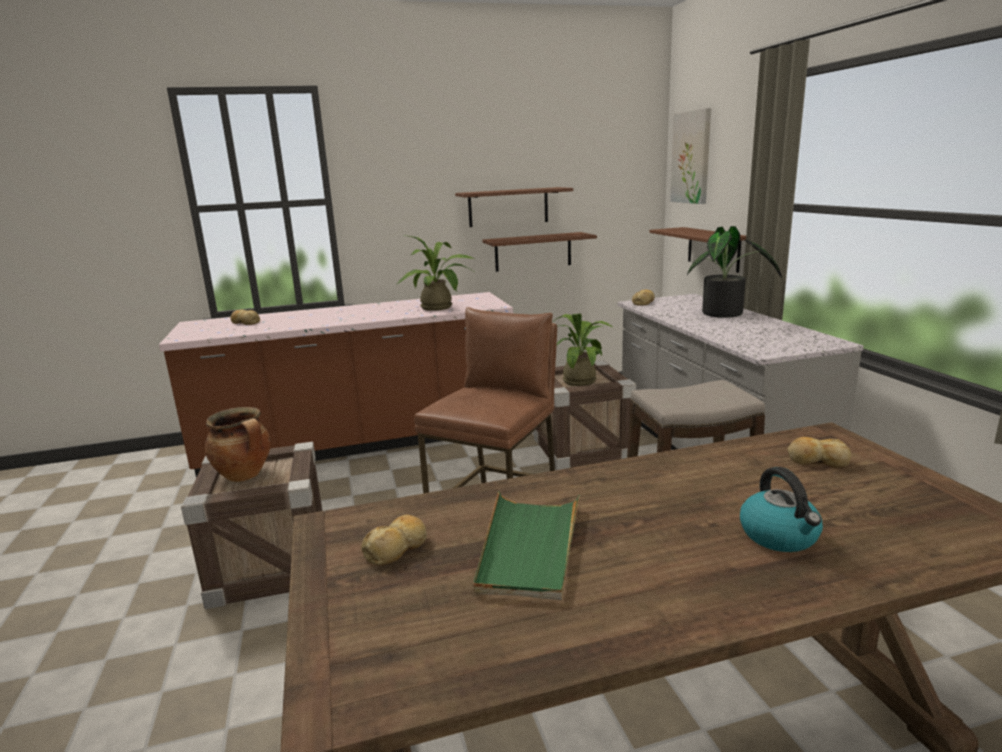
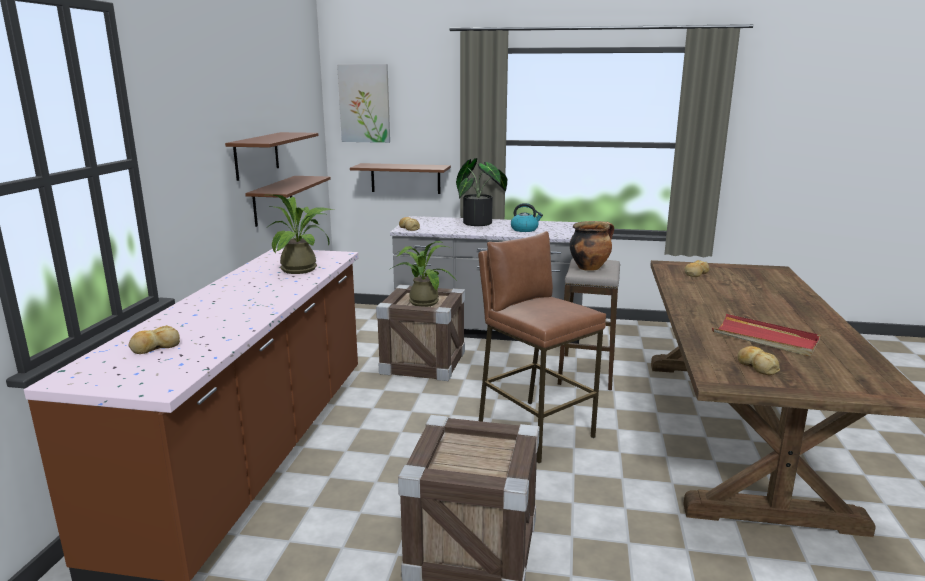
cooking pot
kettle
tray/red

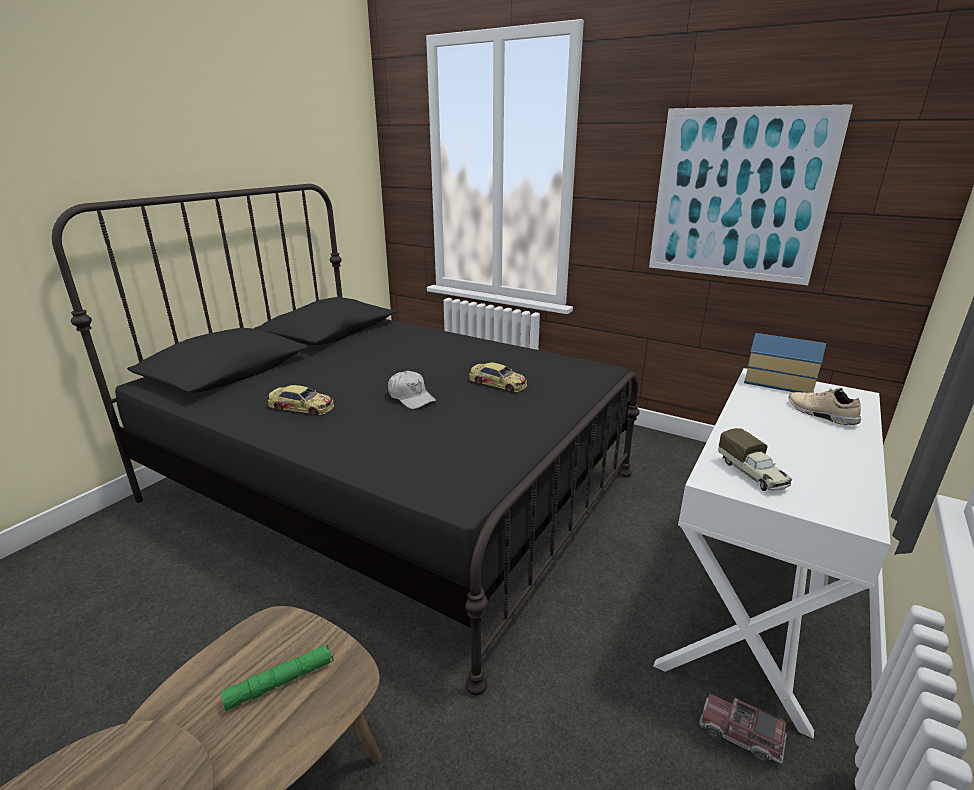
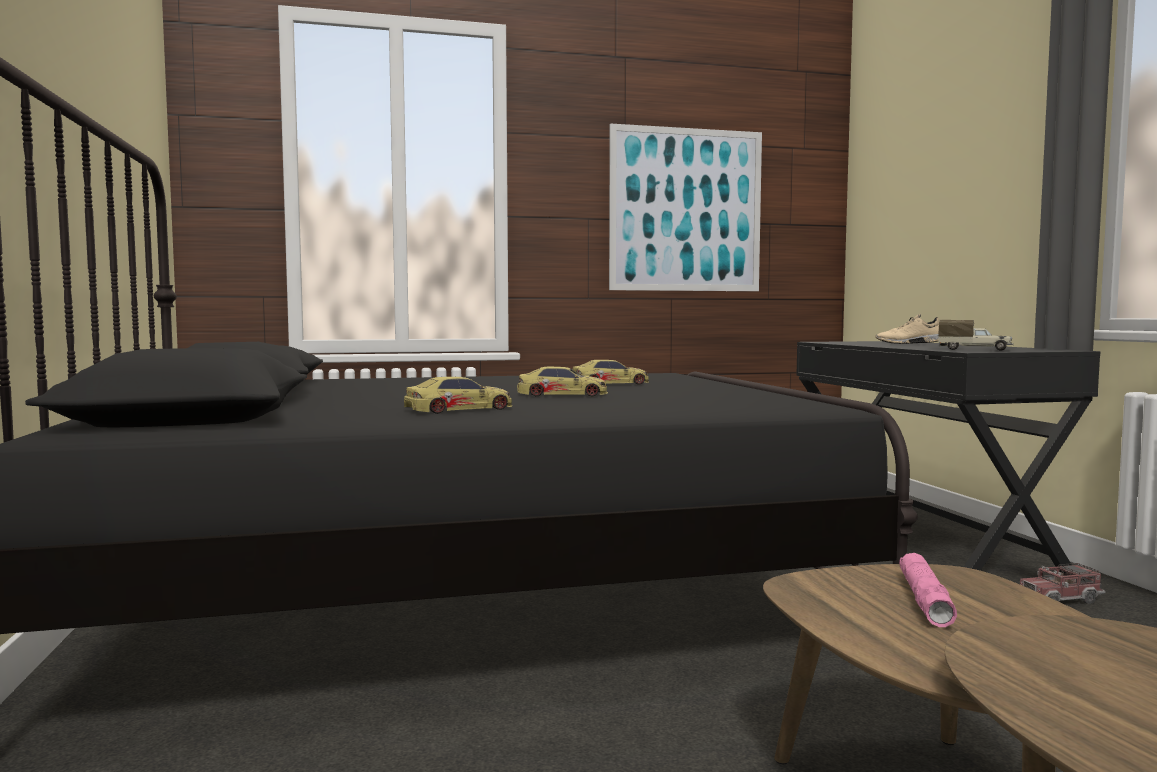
toy house
desk/black
toy car (2nd from left)
flashlight/pink

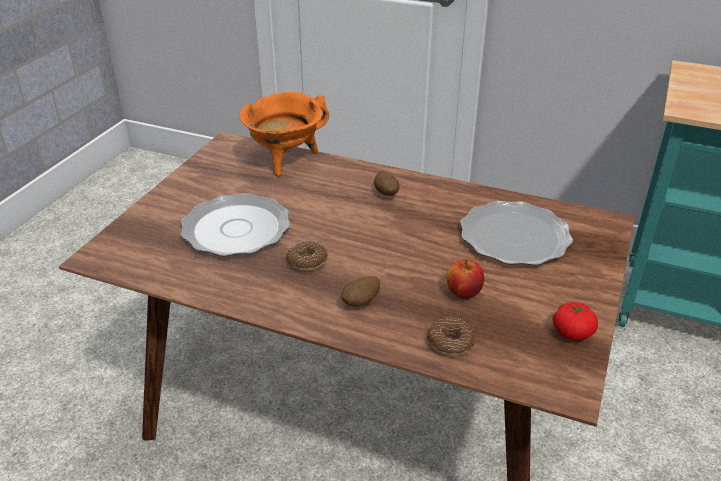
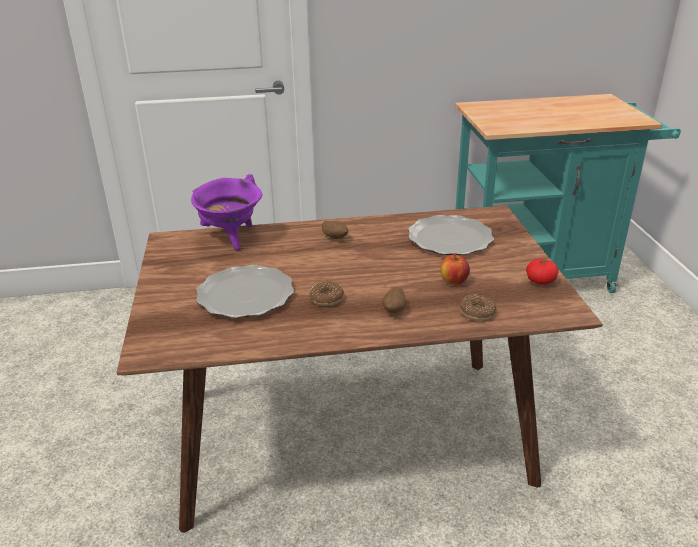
cooking pot/purple

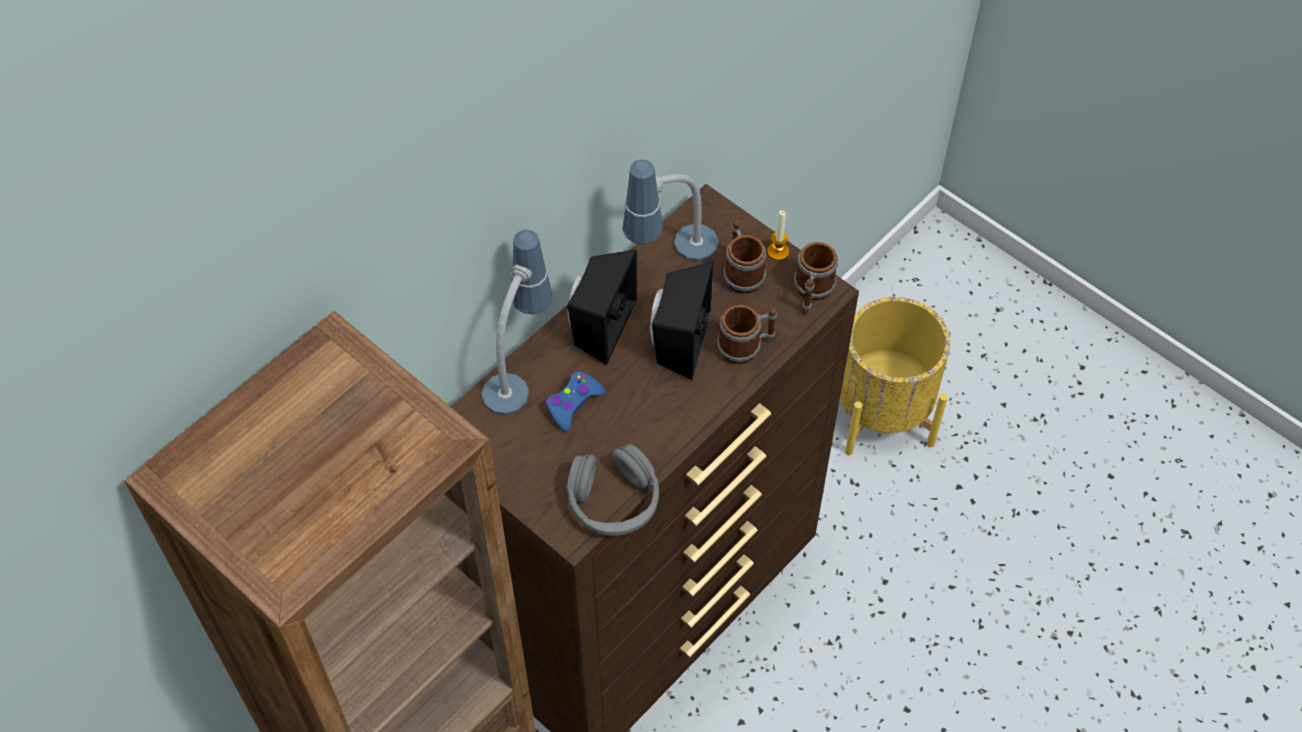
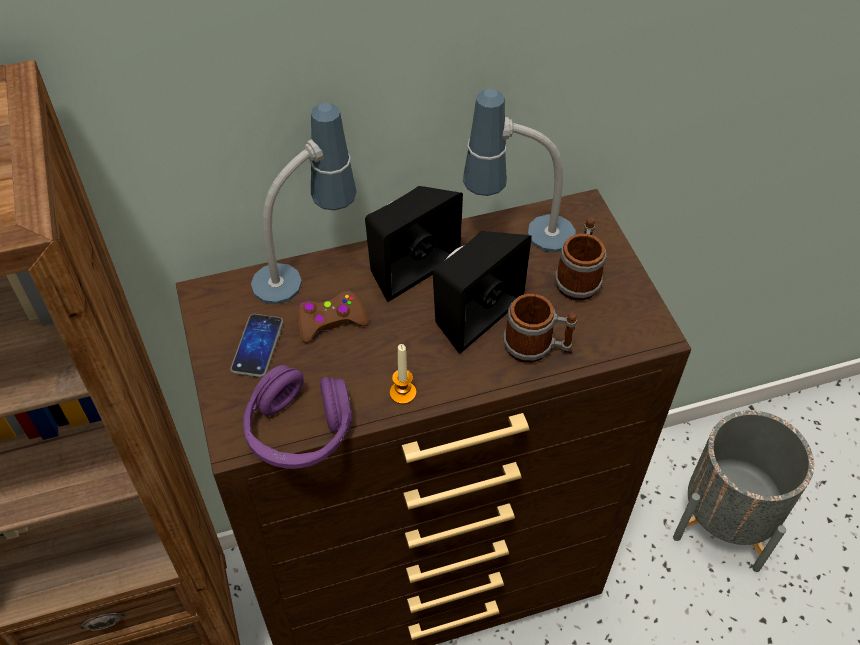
candle
mug (3rd from left in the first image)
planter/grey
game controller/brown
headphones/purple
phone

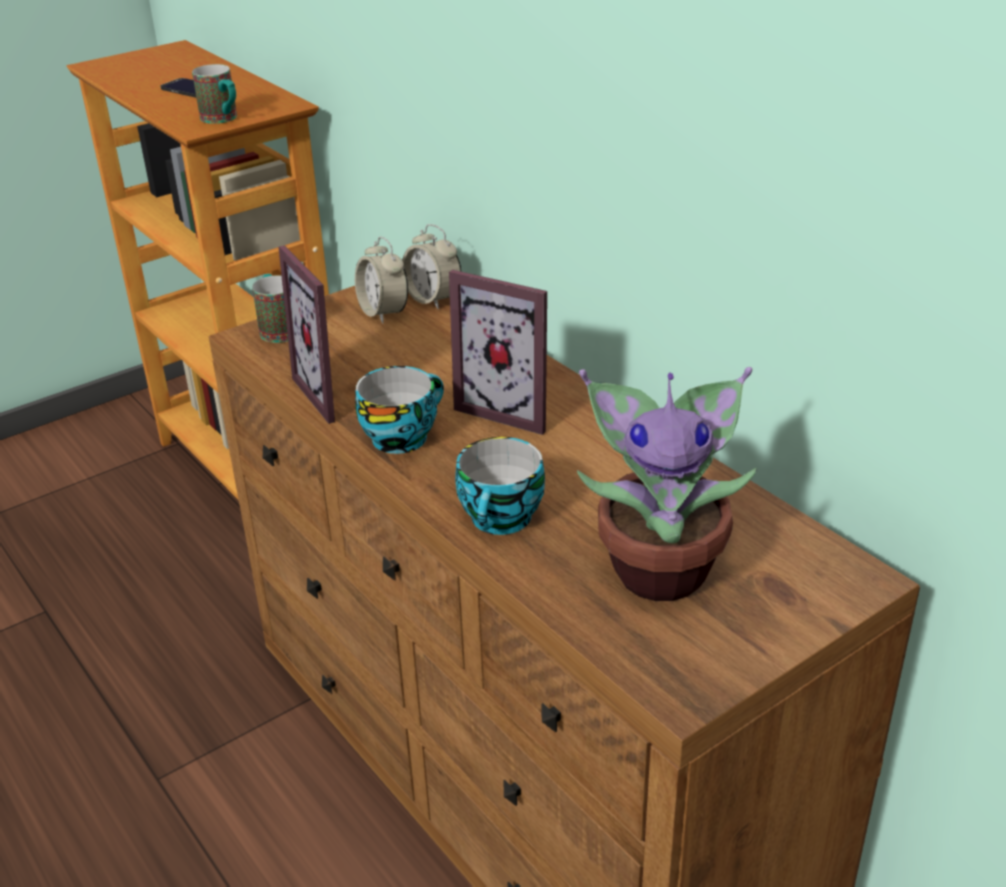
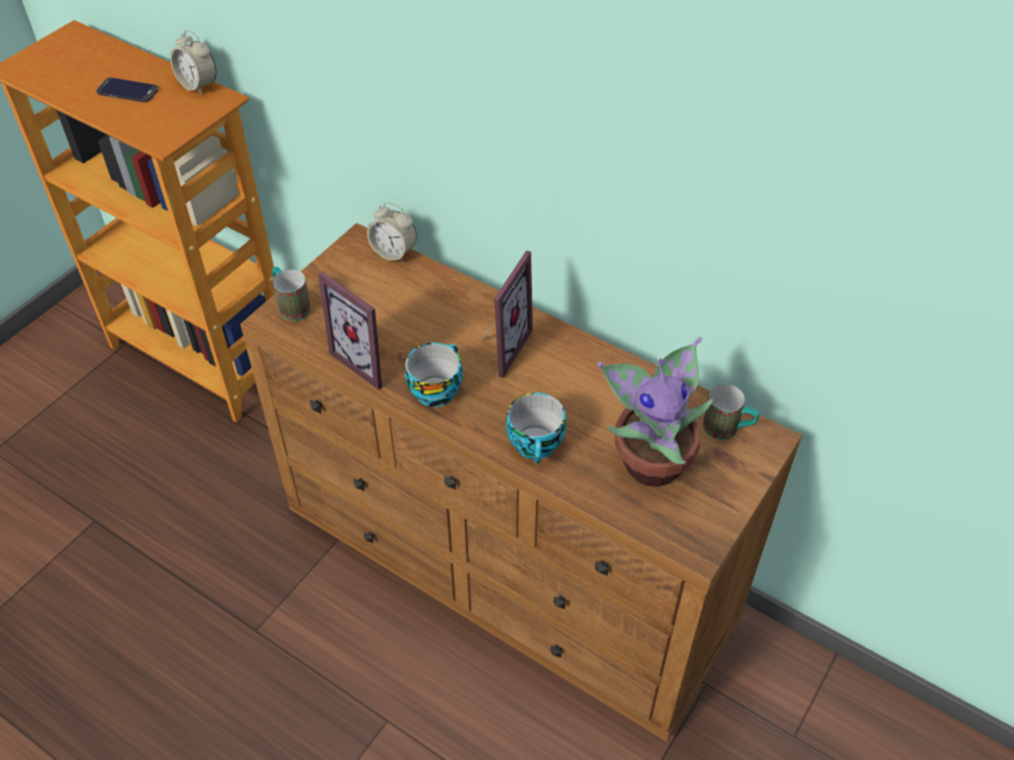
mug (2nd from left)
alarm clock (1st from left)
picture frame (2nd from left)

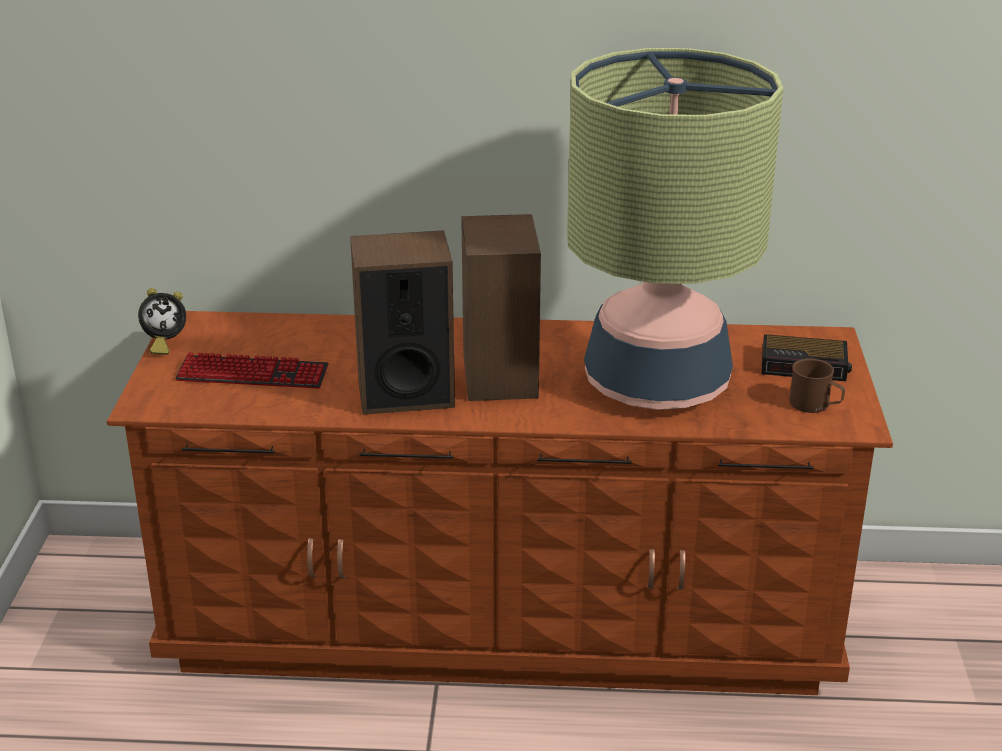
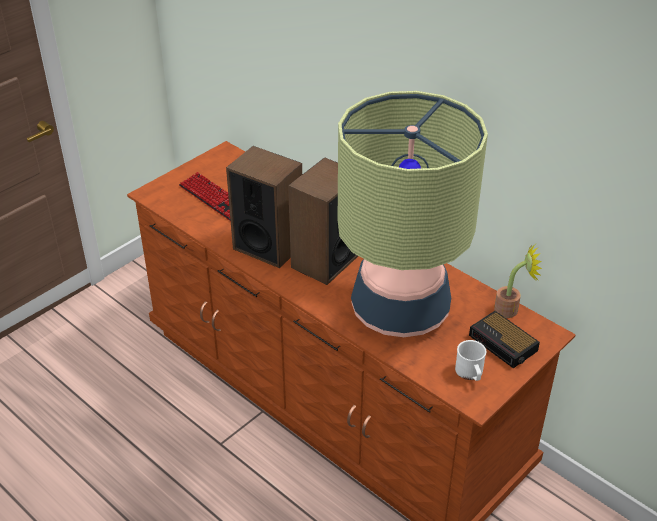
alarm clock (1st from left in the first image)
mug/white
potted plant

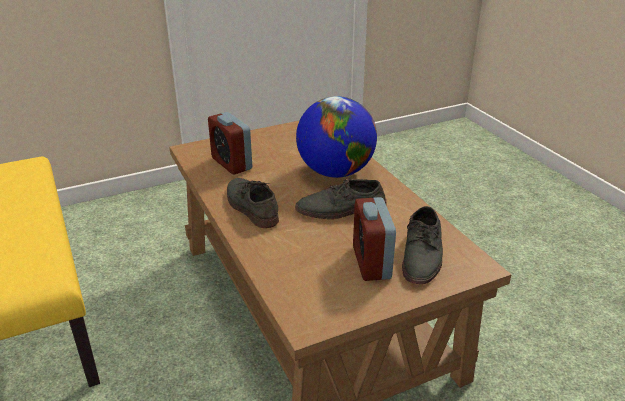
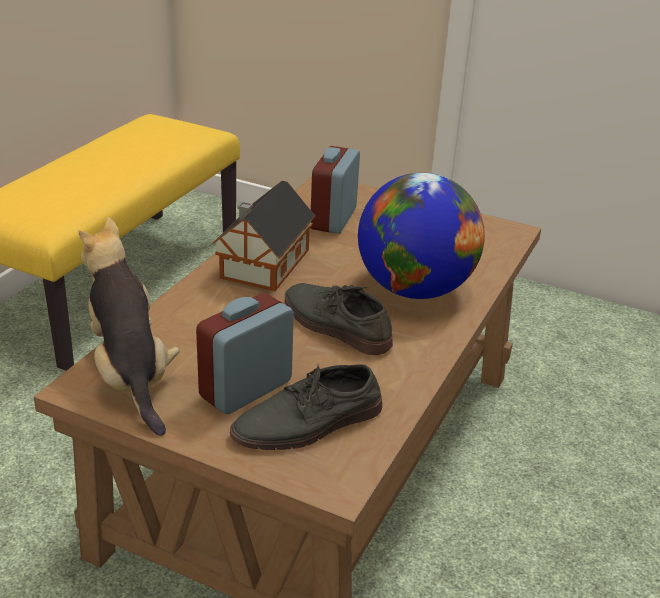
toy house
plush toy

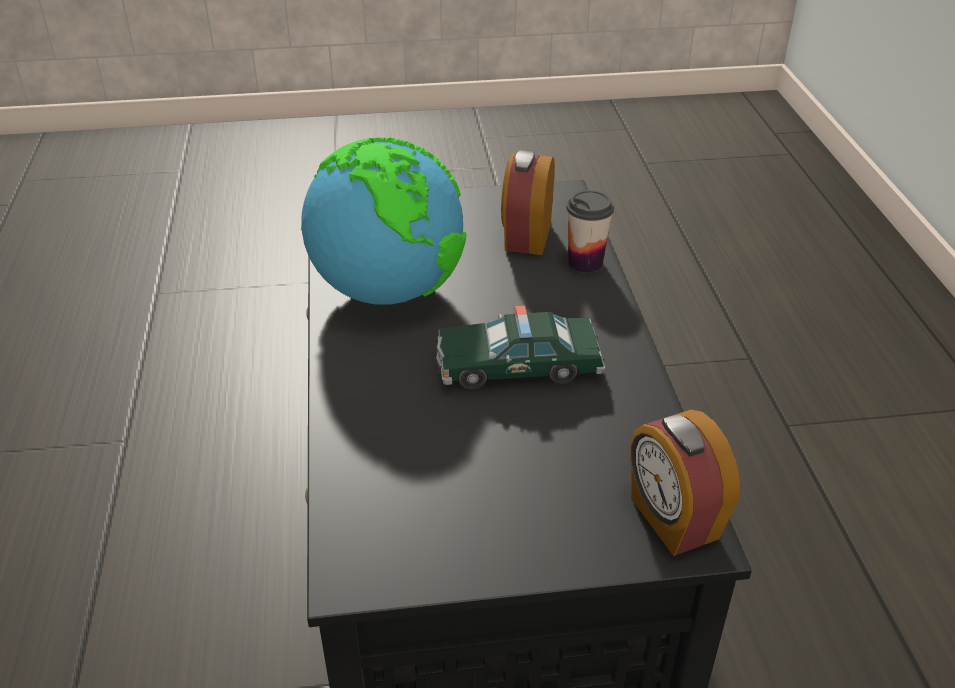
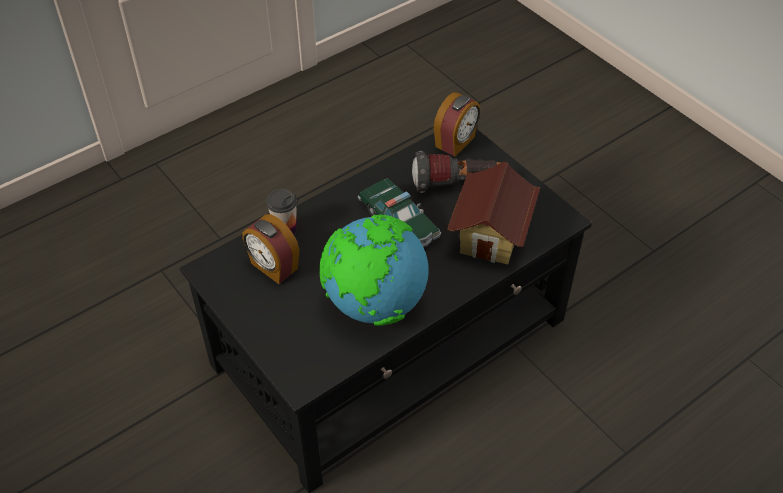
alarm clock (1st from left)
flashlight
toy house

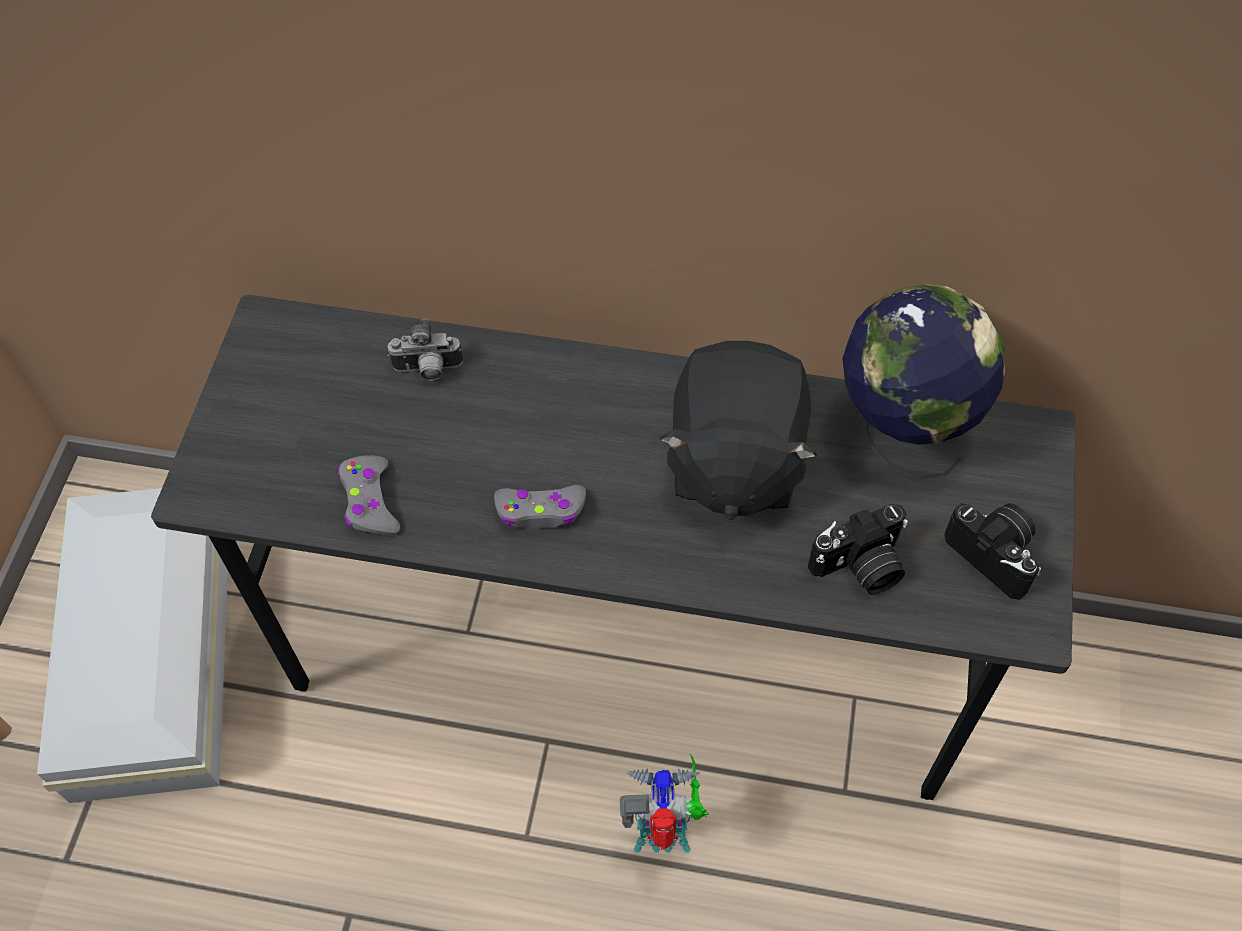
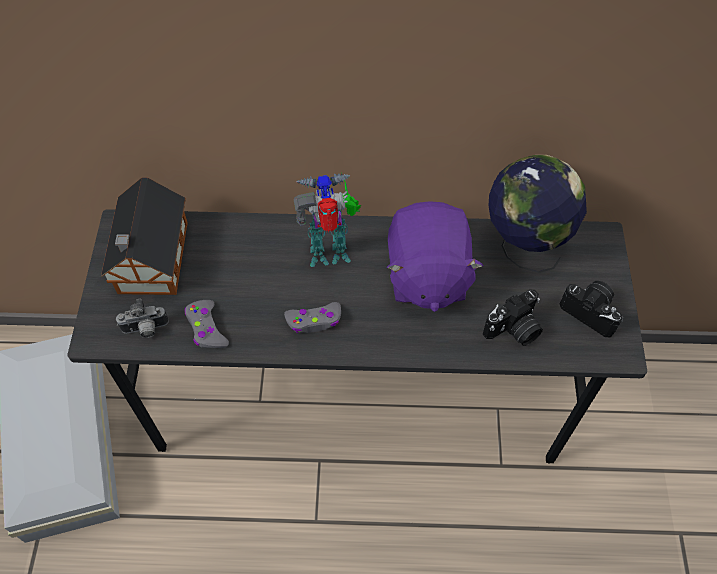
photo camera (1st from left)
plush toy/purple
toy robot
toy house

